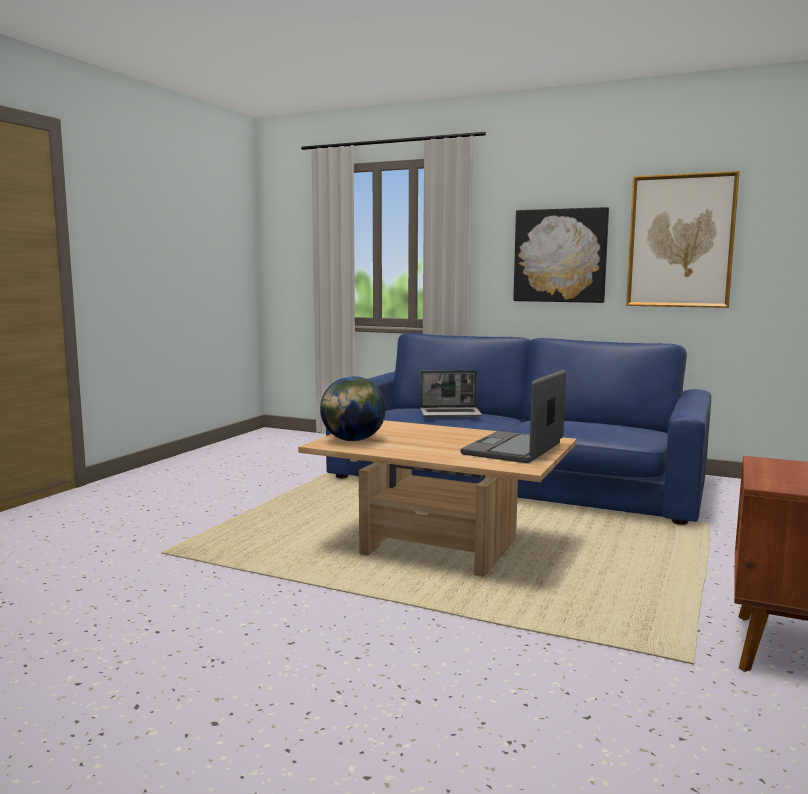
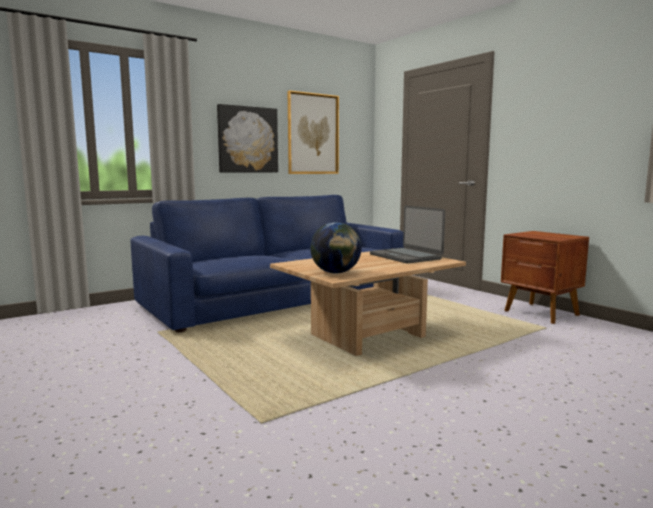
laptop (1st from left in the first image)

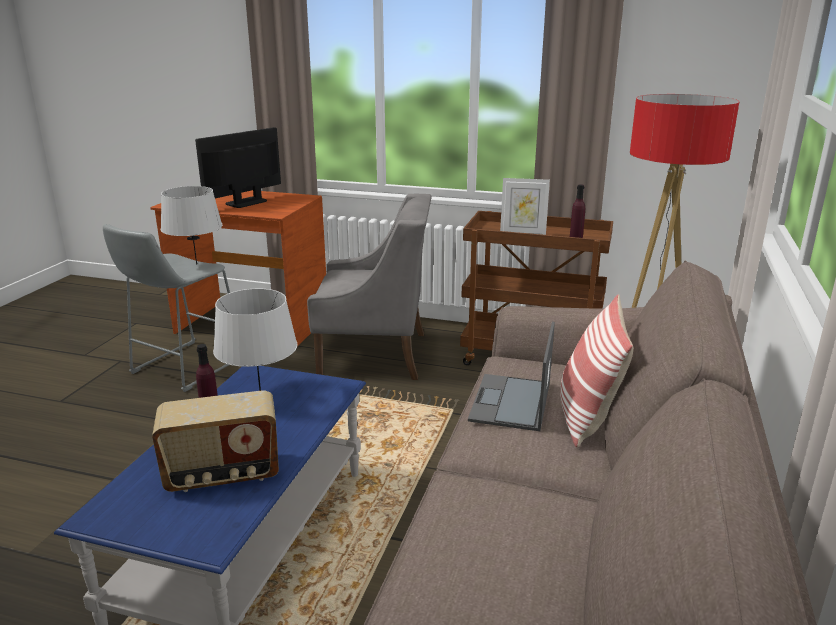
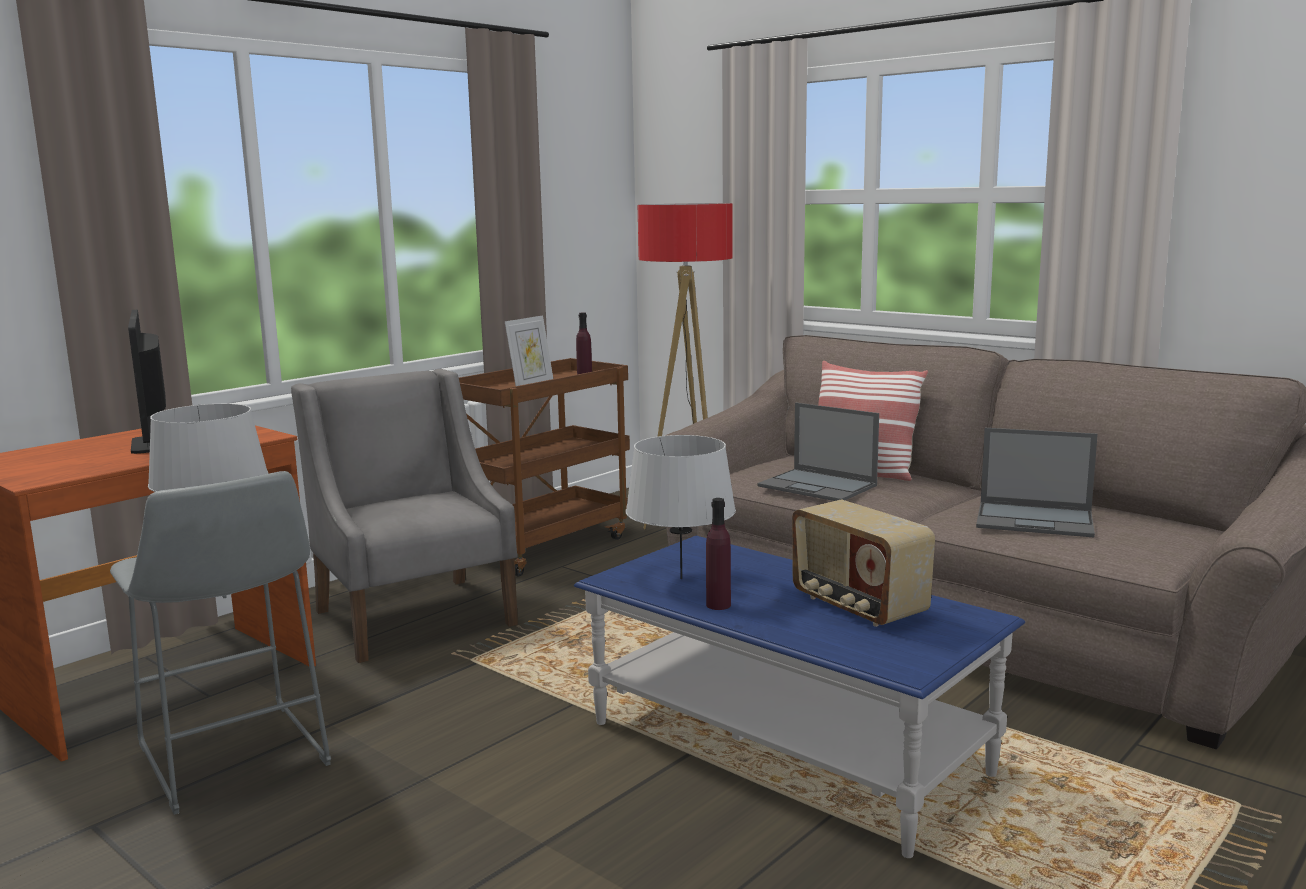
armchair/grey
radio
laptop (2nd from left)

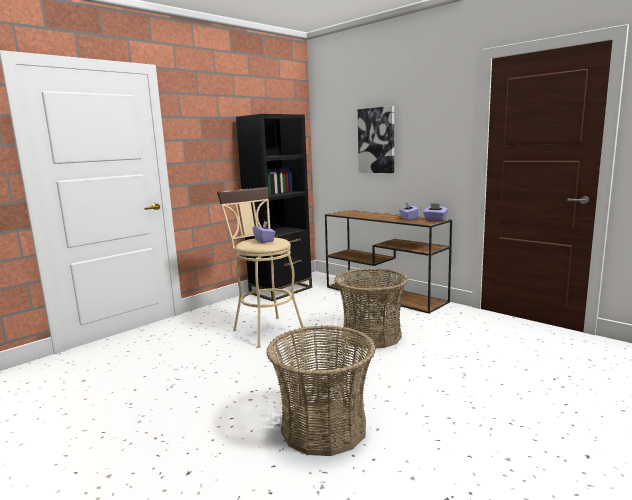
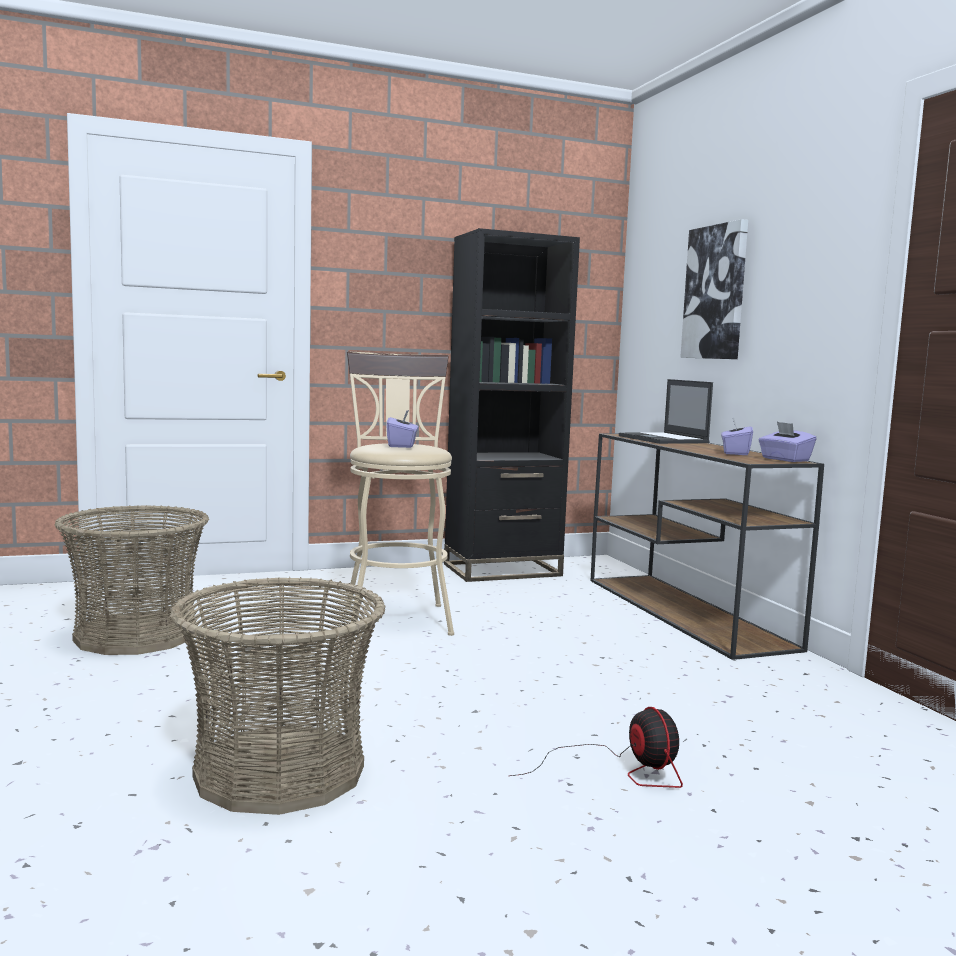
basket (1st from left)
laptop
fan

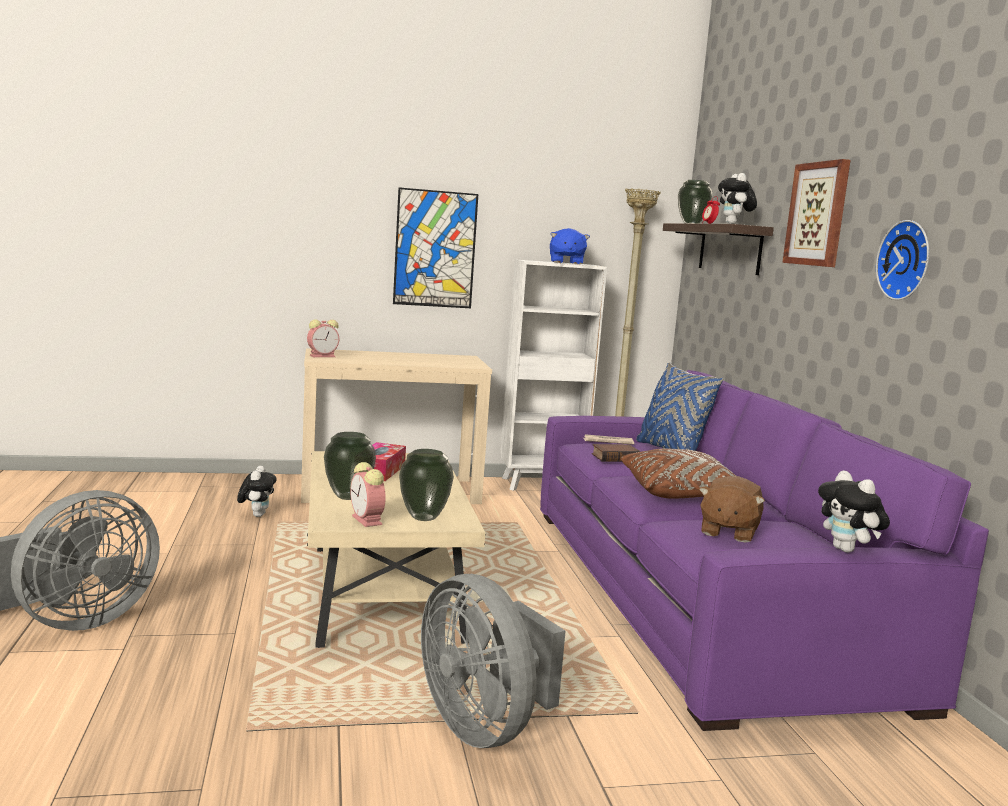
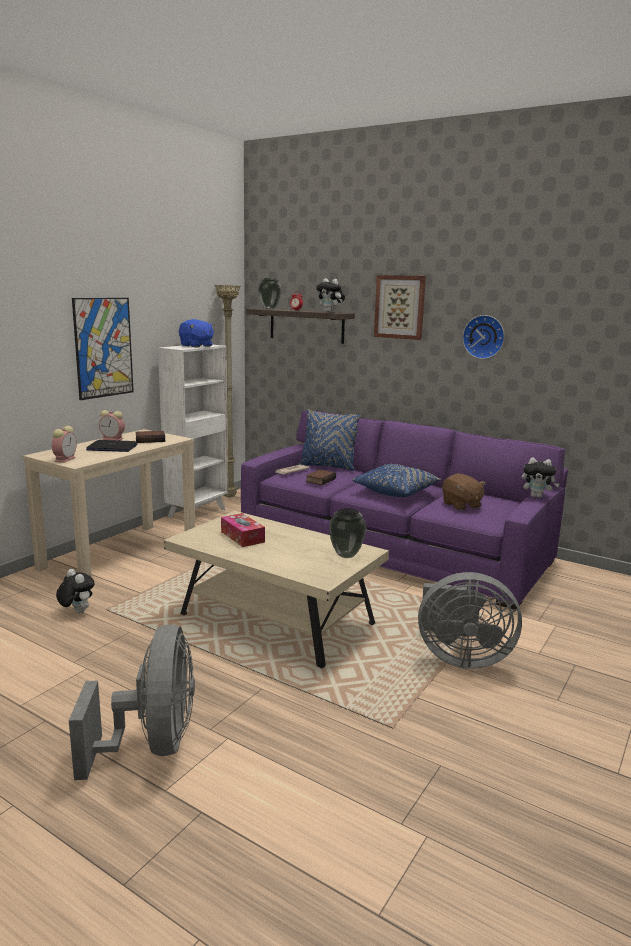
vase (1st from left in the first image)
pillow/blue (2nd from left)
alarm clock (2nd from left)
book (1st from left)
laptop

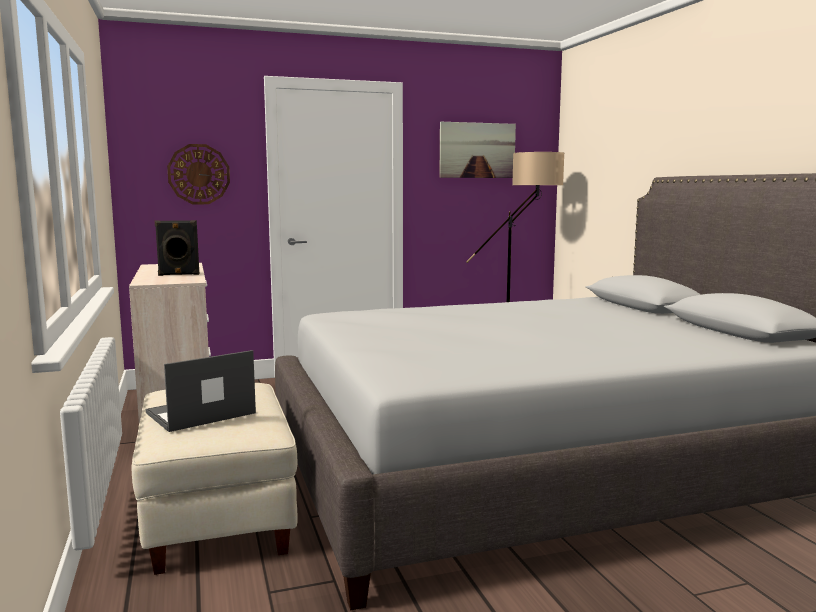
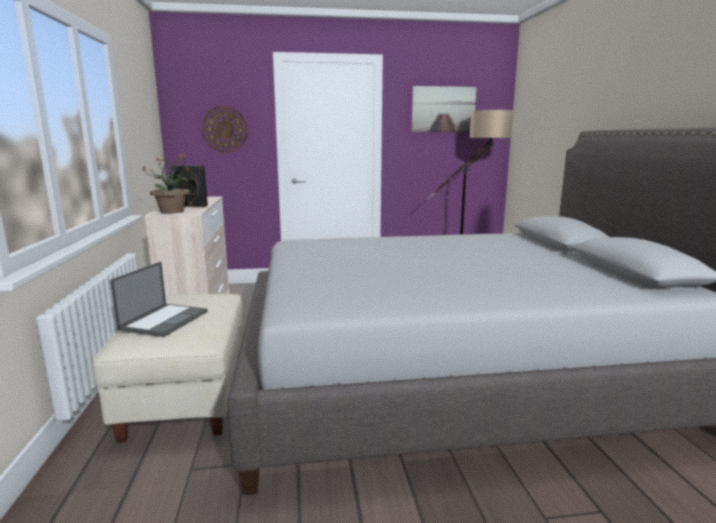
laptop
potted plant

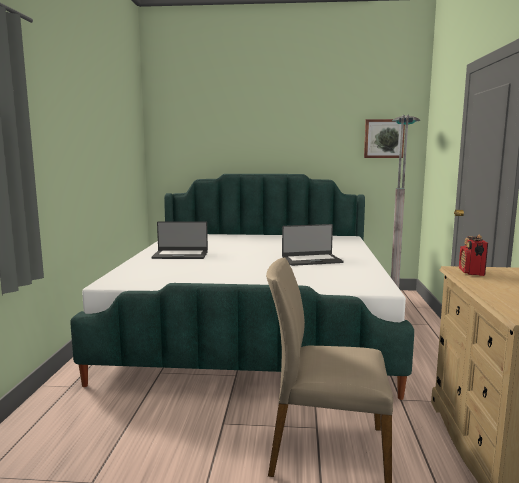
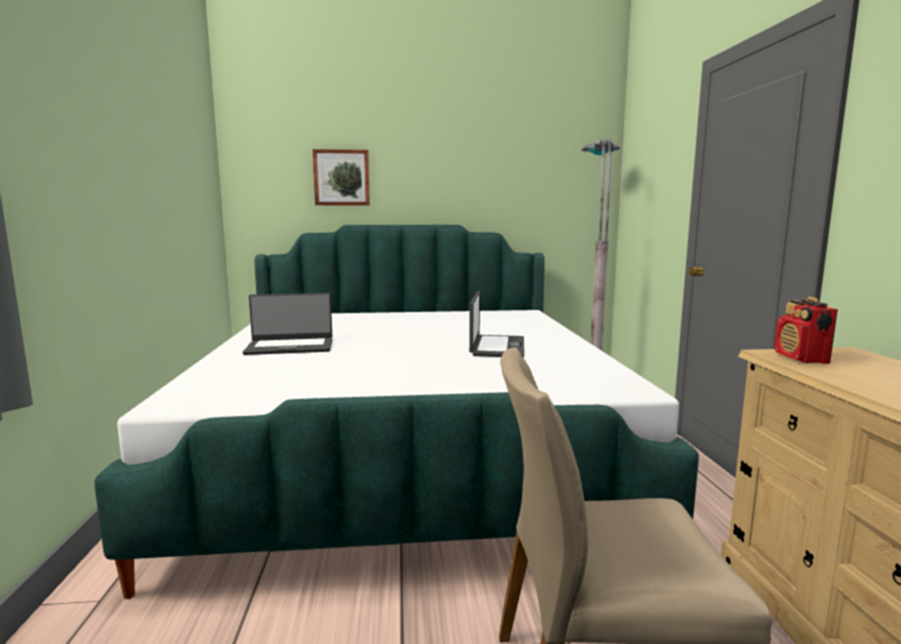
picture
laptop (2nd from left)

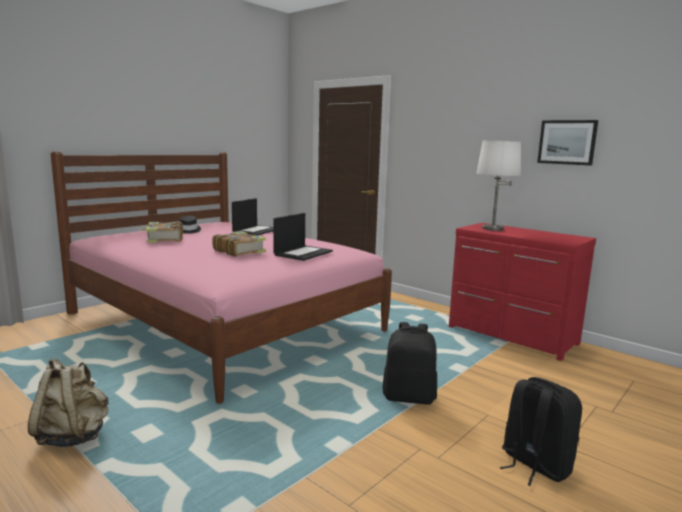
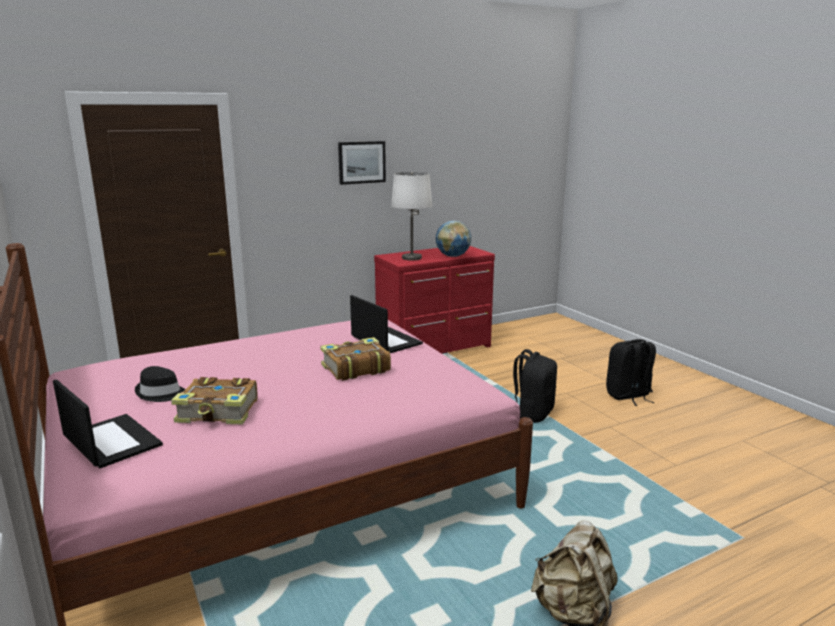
picture
laptop (1st from left)
globe

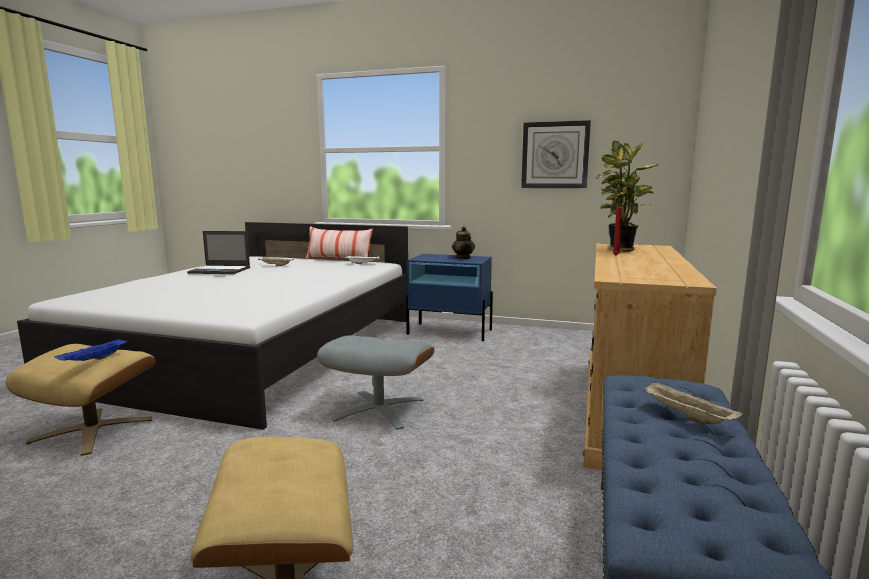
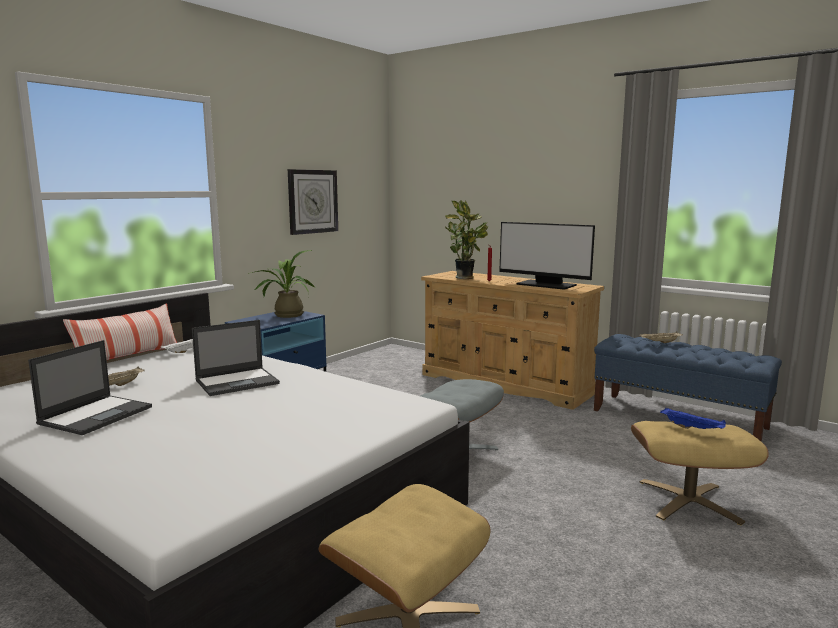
potted plant (1st from left)
tray/blue
monitor
laptop (2nd from left)

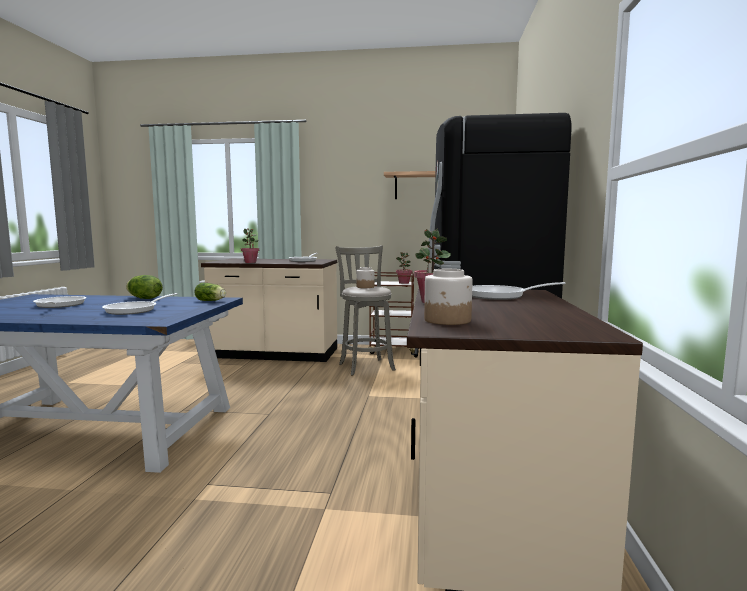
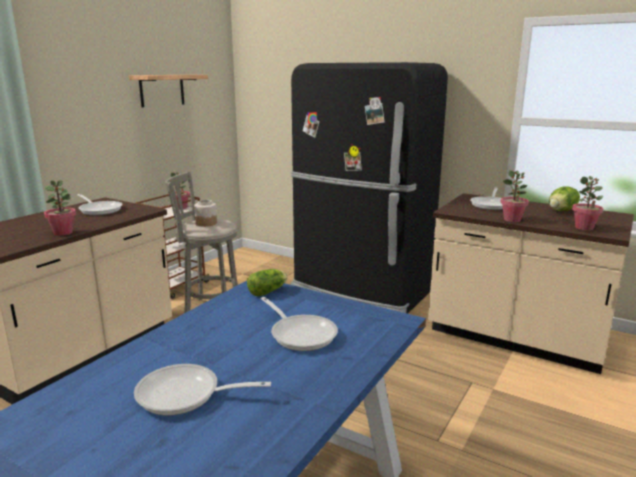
potted plant (4th from left)
lettuce (2nd from left)

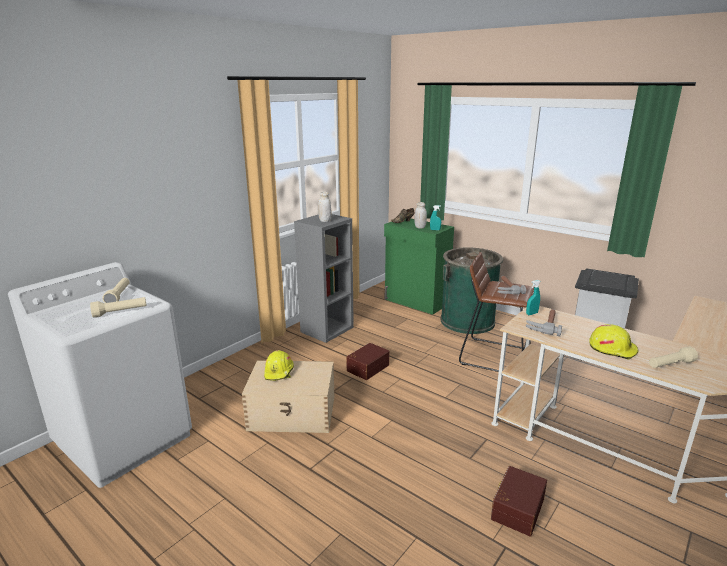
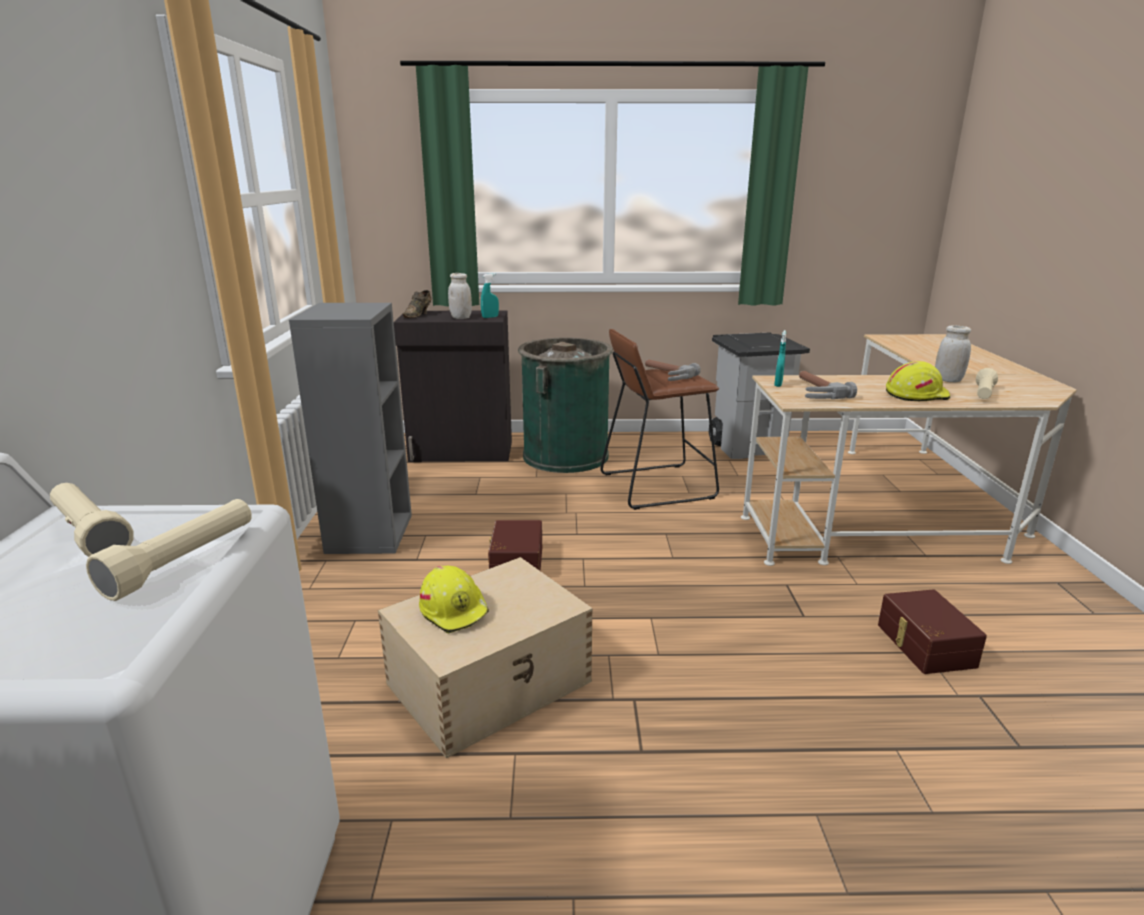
jar/white (2nd from left)
cabinet/black

